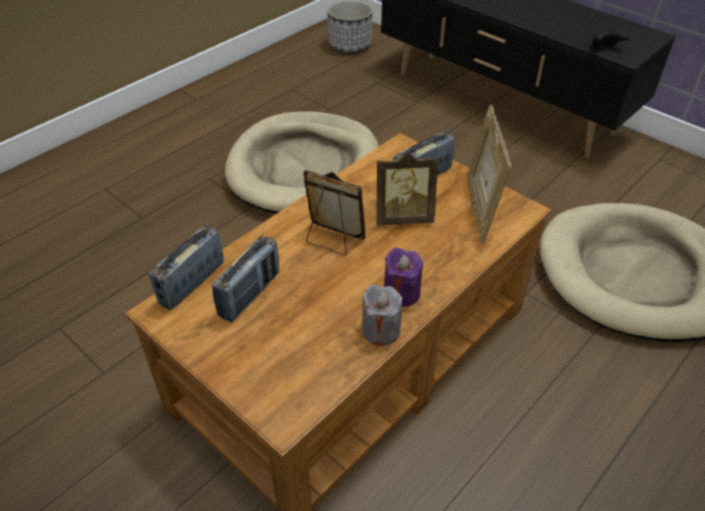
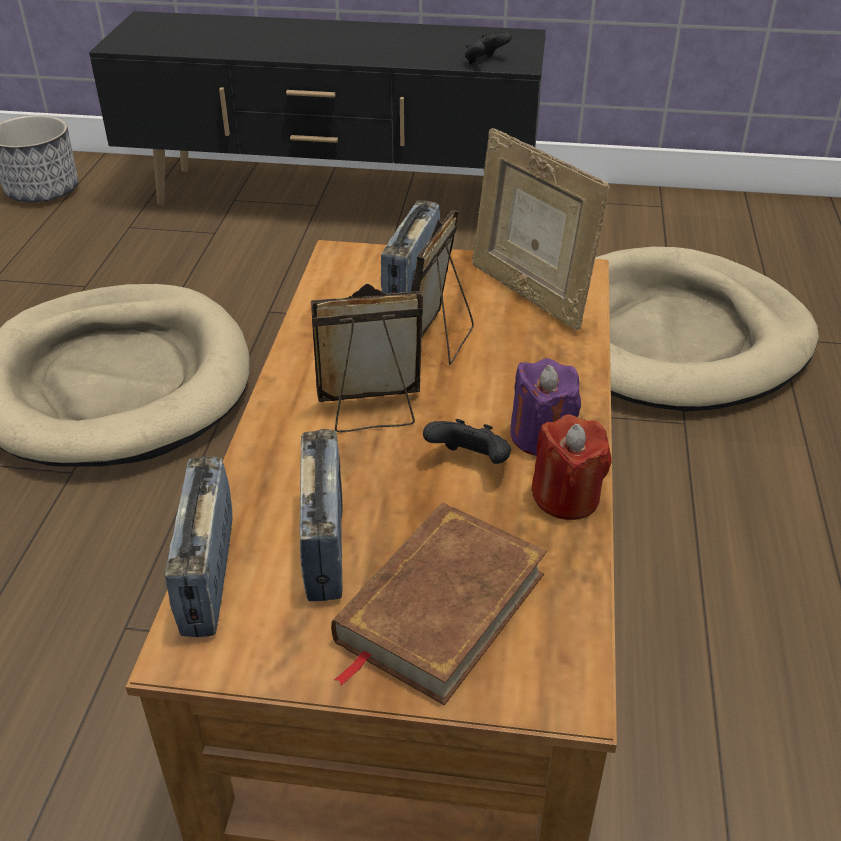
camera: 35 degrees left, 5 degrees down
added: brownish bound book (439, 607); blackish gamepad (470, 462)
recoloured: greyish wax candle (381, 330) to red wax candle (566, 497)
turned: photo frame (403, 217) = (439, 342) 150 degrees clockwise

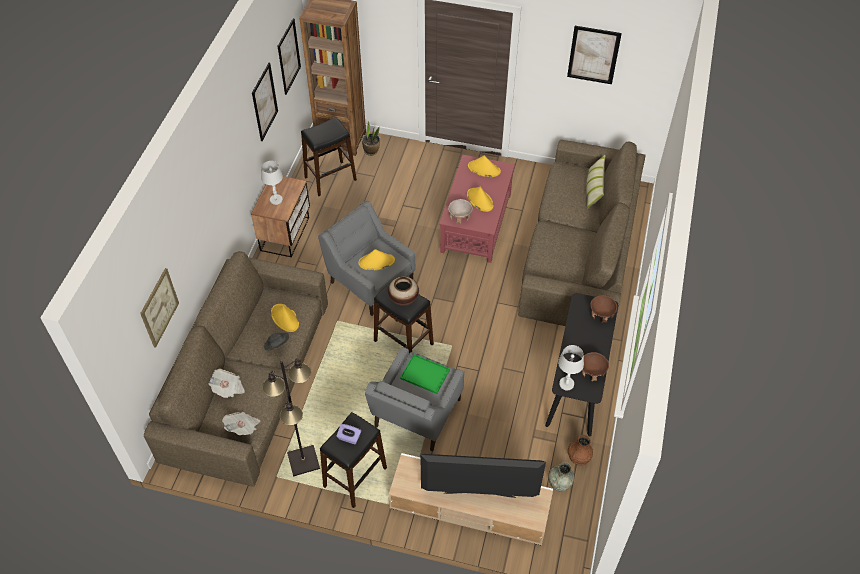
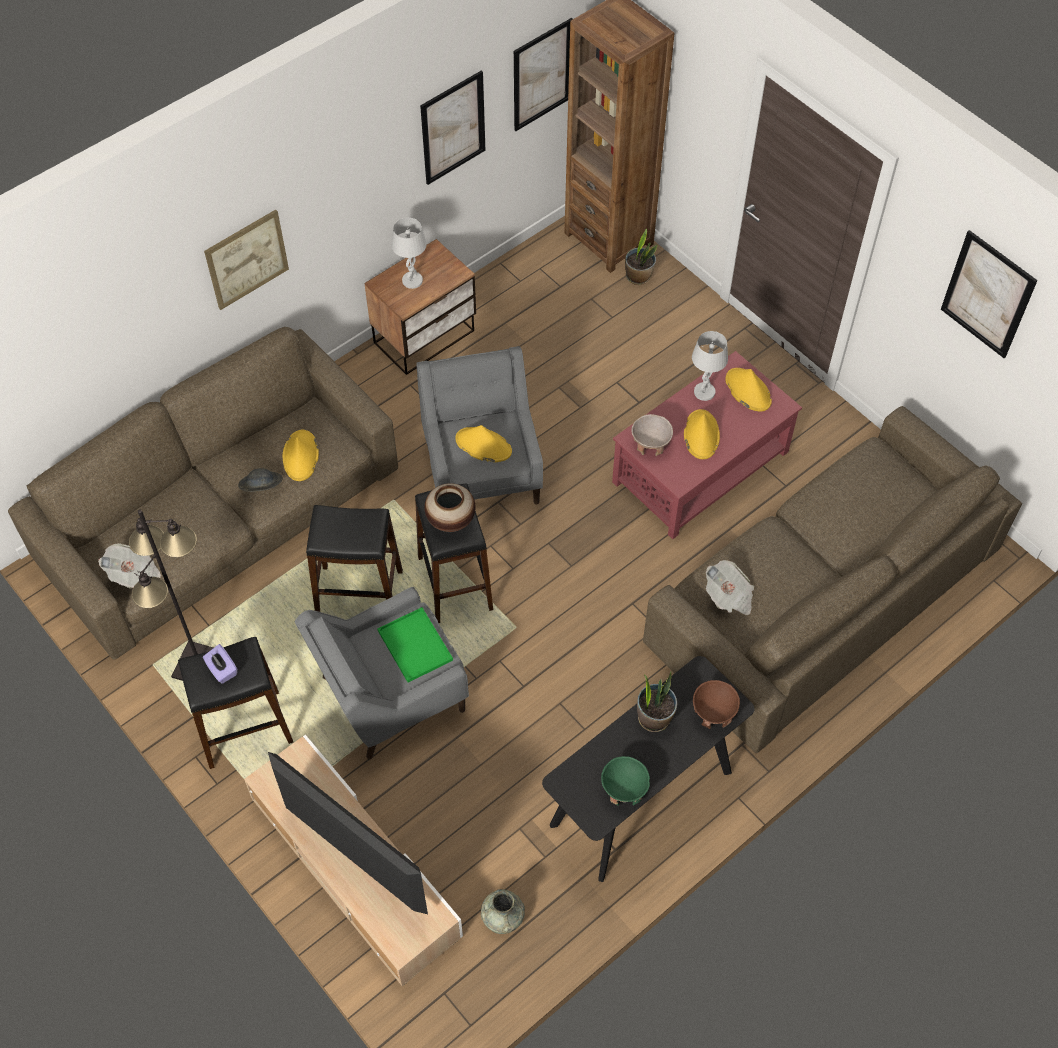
camera: 35 degrees right, 5 degrees up
removed: brownish decorative vase (579, 456); cushion (593, 189)
added: plant in a pot (654, 717)
moved: picture (159, 307) to (247, 259); newspaper (228, 388) to (729, 596); blackish sitting stool (330, 178) to (360, 593); white-coloured tabletop lamp (566, 384) to (704, 392)
recoloured: brownish deep dish (592, 372) to green deep dish (624, 789)

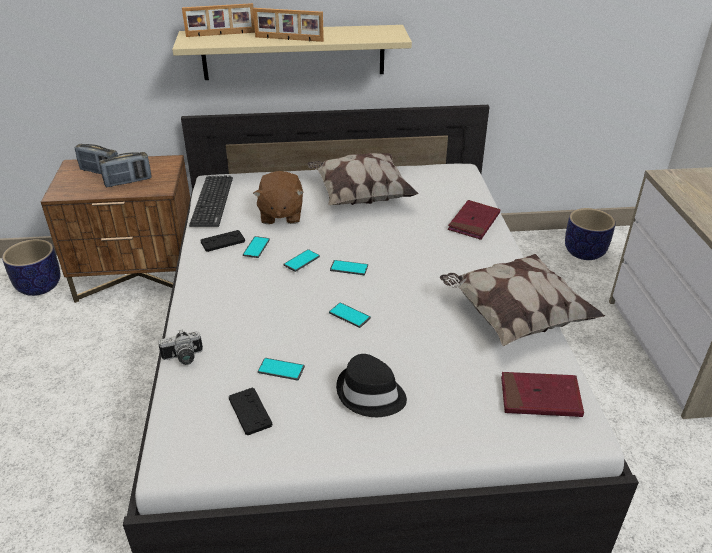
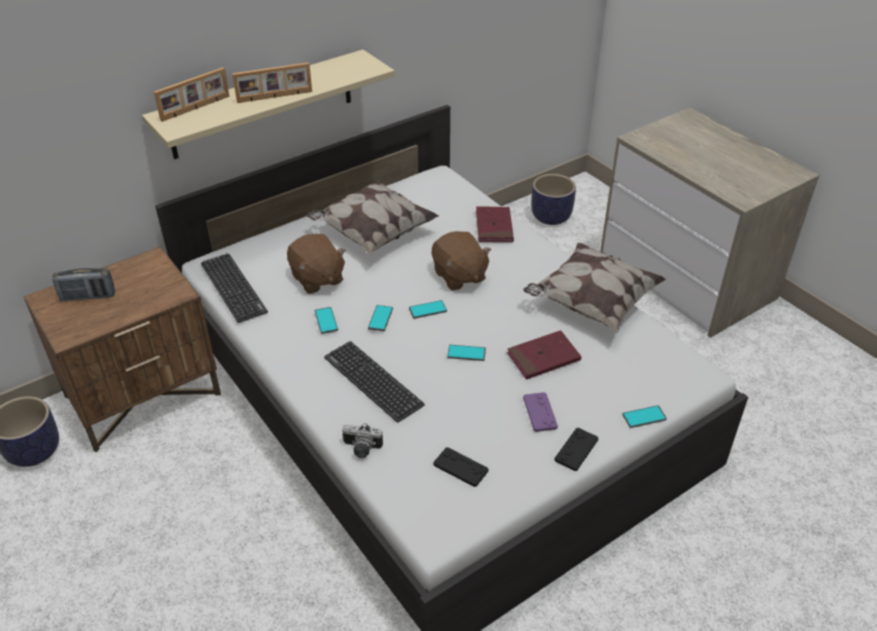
camera: 30 degrees left, 5 degrees up
removed: radio receiver (128, 182)
added: keyboard (373, 381); brownish soft toy (459, 276)
moved: blackish gamepad (223, 241) to (576, 450); phone (281, 369) to (644, 417); red bound book (540, 397) to (543, 357)
replaced: blackish hat (370, 395) to purple gamepad (540, 412)
turned: photo camera (183, 358) = (361, 449) 60 degrees clockwise

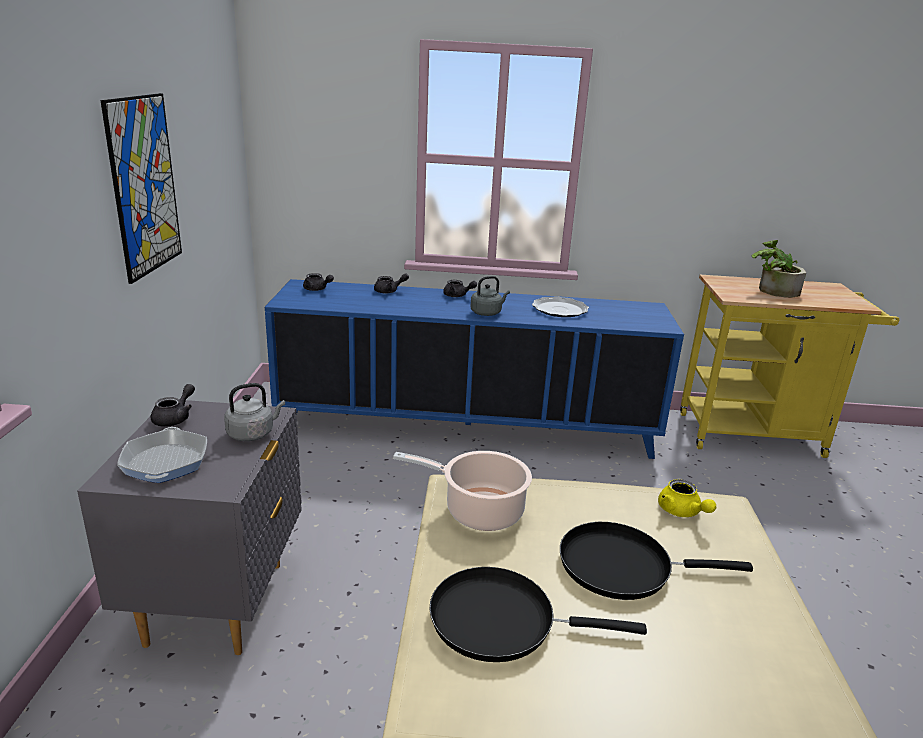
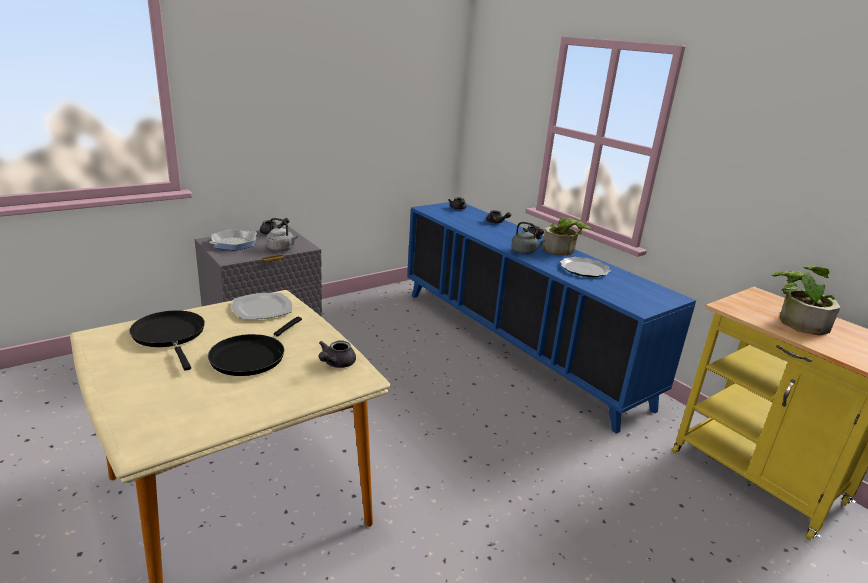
camera: 50 degrees right, 0 degrees up
removed: picture (144, 186)
added: plant in a pot (562, 251)
replaced: saucepot (478, 511) to dinner plate (262, 308)
recoloured: yellow tea pot (682, 512) to greyish tea pot (336, 364)
turned: blackish frying pan (623, 566) = (251, 356) 120 degrees counterclockwise

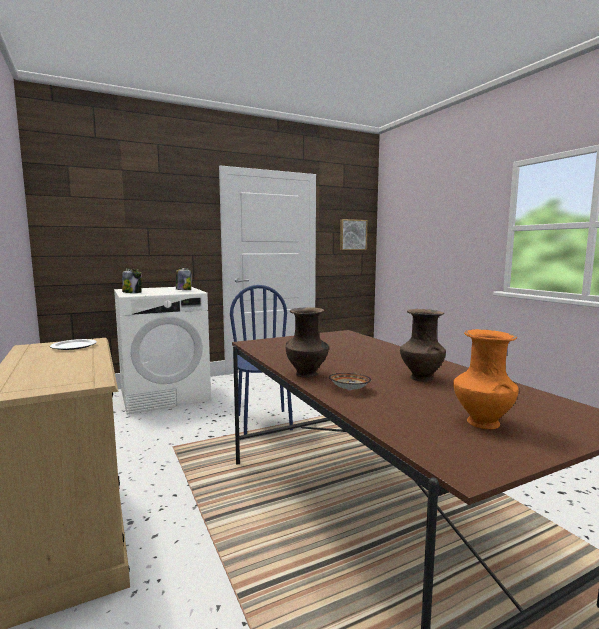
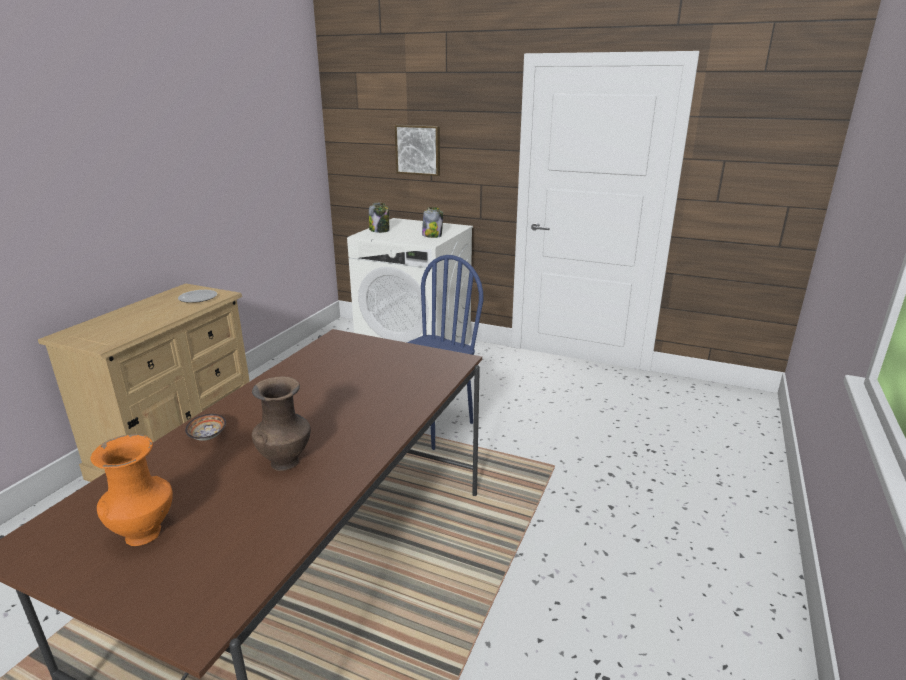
camera: 50 degrees right, 15 degrees up
removed: brownish decorative vase (307, 374)
moved: picture (352, 235) to (418, 150)

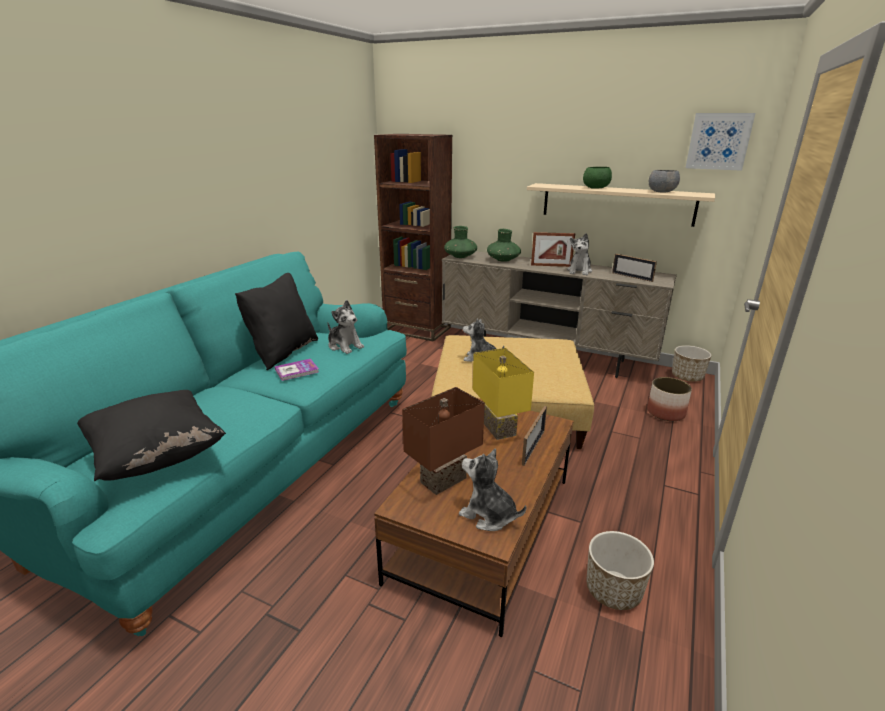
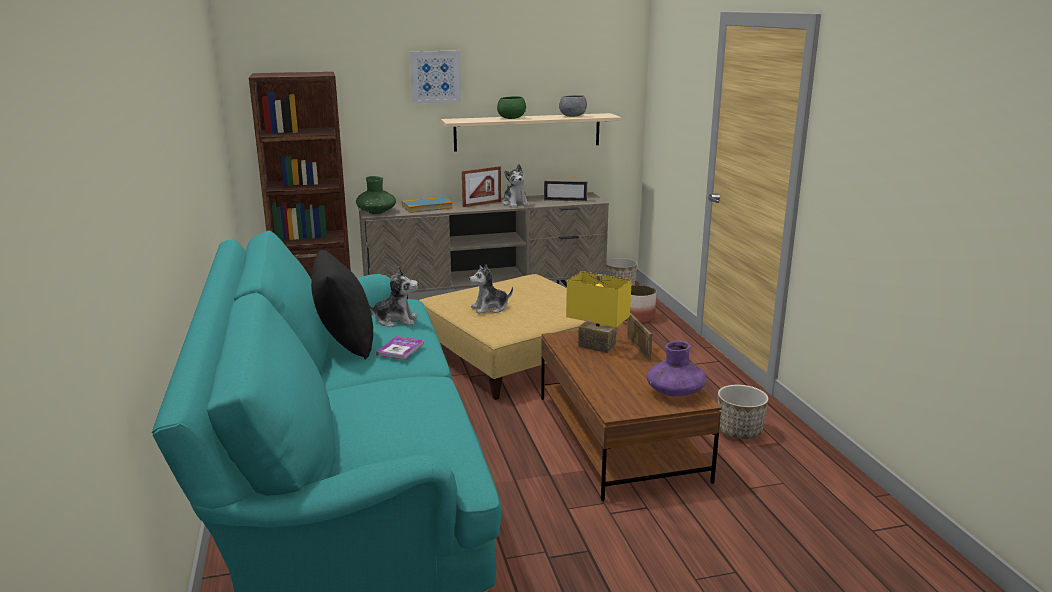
camera: 40 degrees left, 5 degrees down
removed: blackish cushion (157, 456); brownish tabletop lamp (444, 481)
moved: picture (718, 141) to (435, 76)
replaced: soft toy (488, 515) to purple decorative vase (675, 392); green decorative vase (503, 260) to bound book (427, 207)

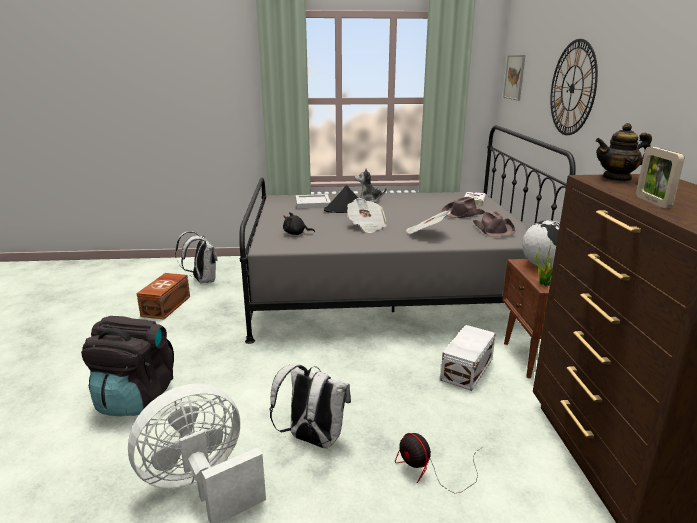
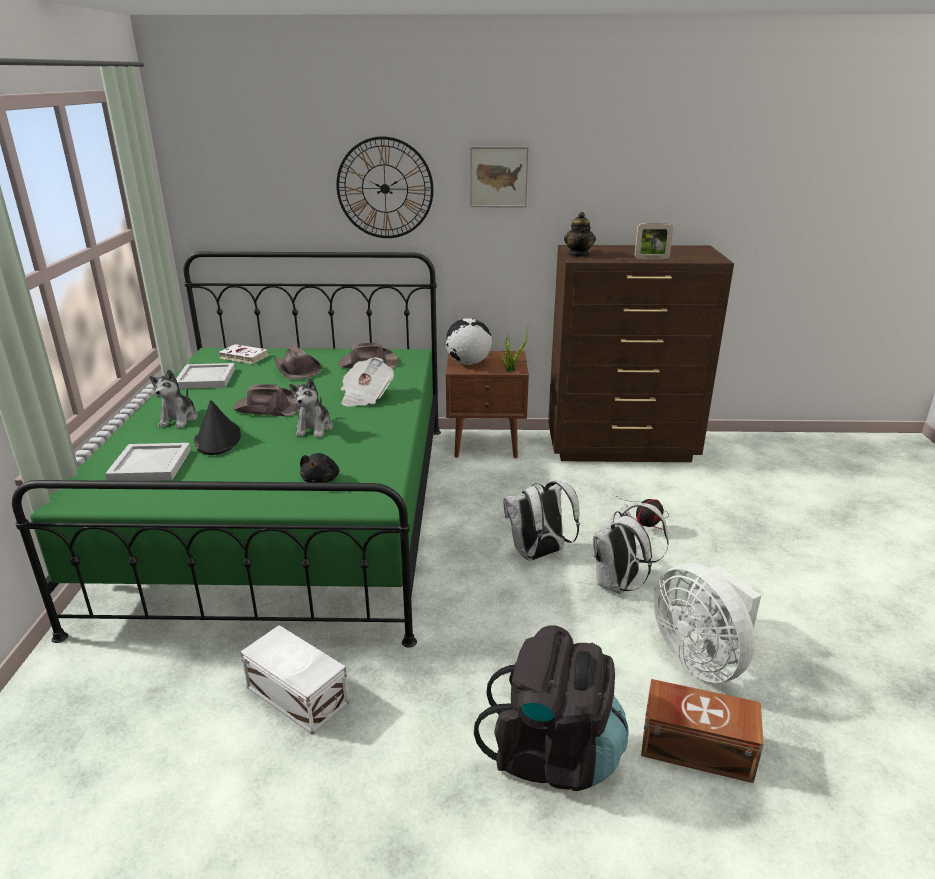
camera: 85 degrees left, 5 degrees up
added: white-coloured carrying tray (205, 378); brownish hat (267, 407)
moved: brownish storage container (167, 306) to (695, 746); white-coloured rucksack (202, 280) to (538, 554); white-coloured storage container (465, 369) to (297, 697); picture (514, 77) to (498, 177)
replaced: newspaper (366, 226) to soft toy (314, 428)
recoloured: greyish sleeping bed (385, 288) to green sleeping bed (289, 512)

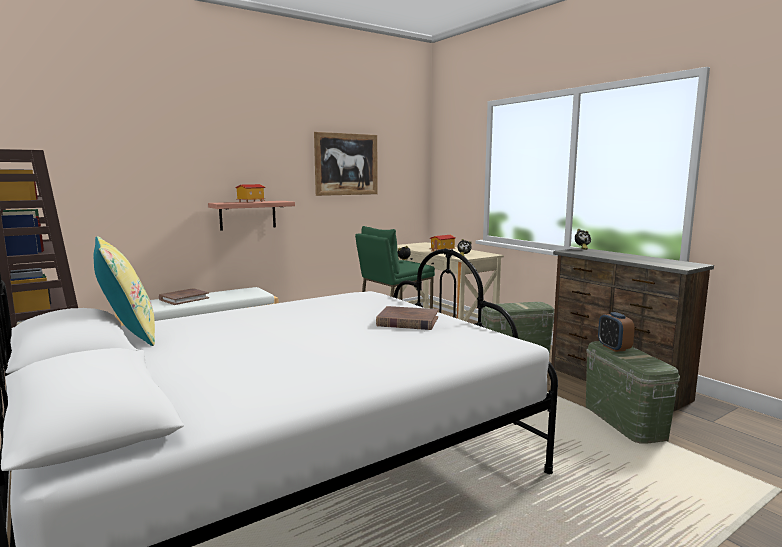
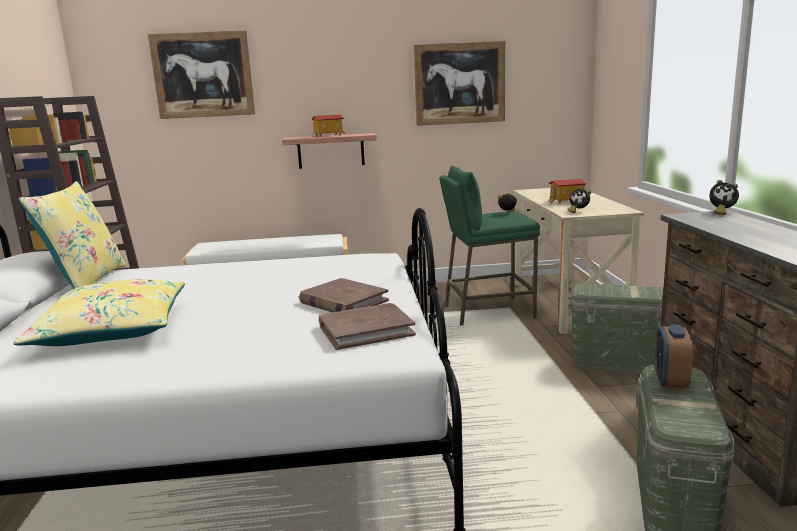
camera: 30 degrees right, 5 degrees up
added: yellow cushion (112, 329); picture (203, 75)
moved: brownish bound book (184, 299) to (366, 330)

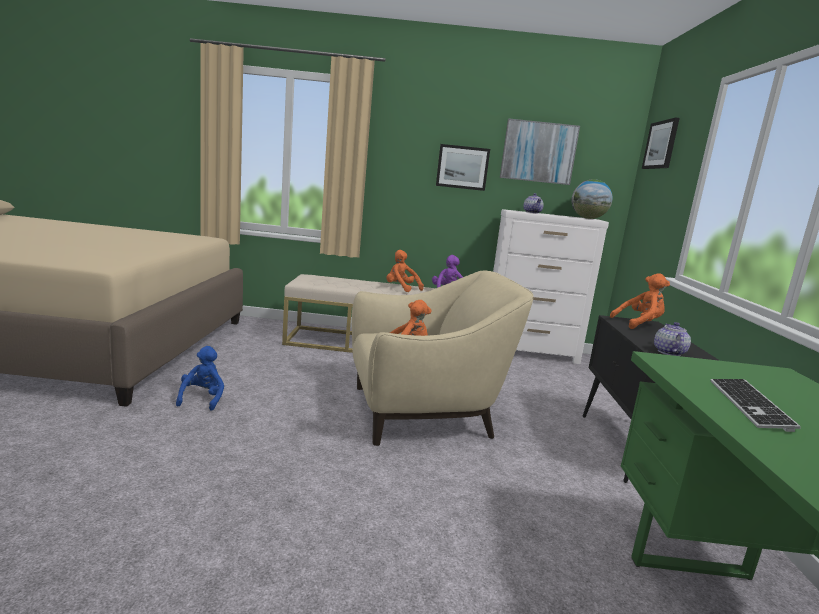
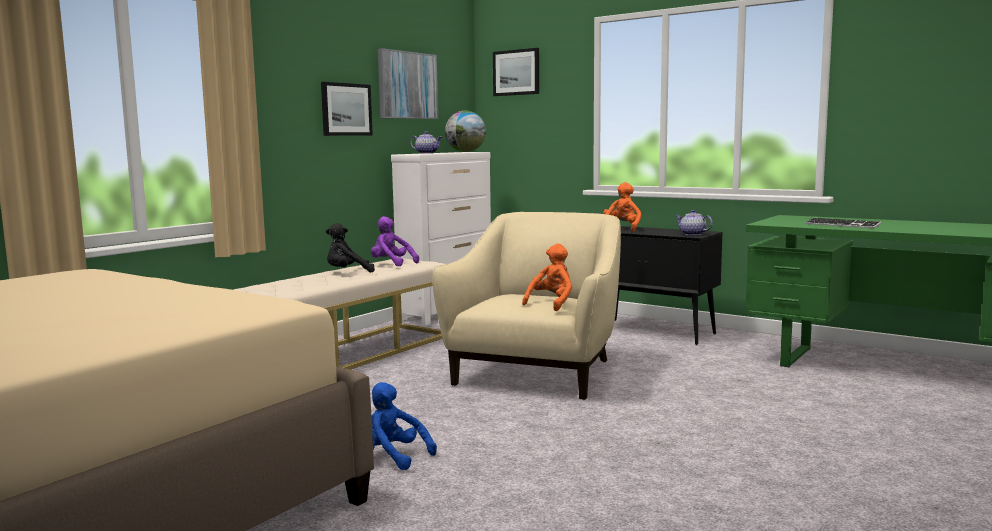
camera: 55 degrees left, 5 degrees down
recoloured: orange-coloured soft toy (401, 288) to blackish soft toy (348, 273)

